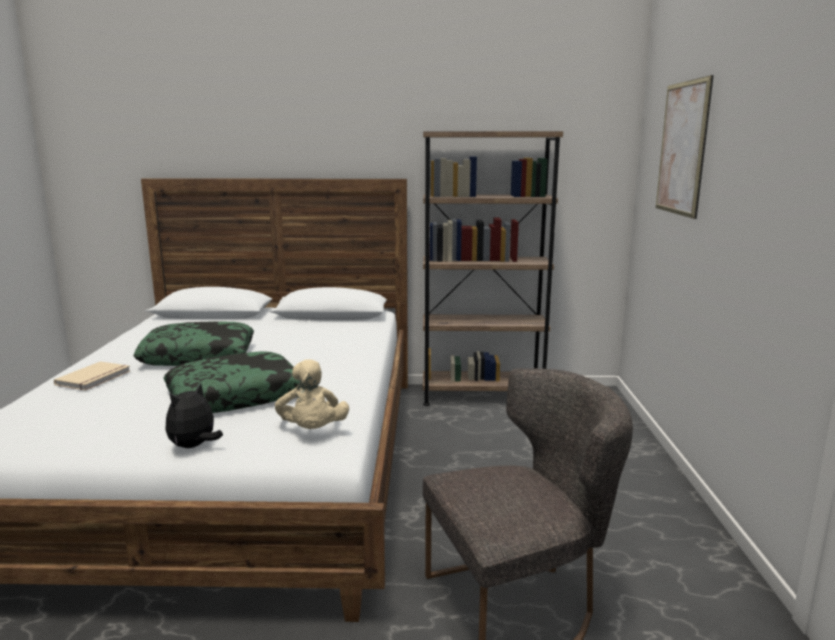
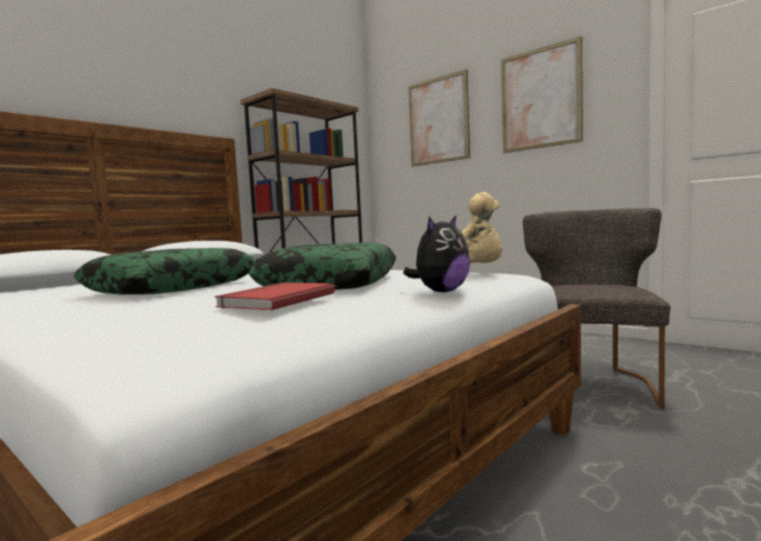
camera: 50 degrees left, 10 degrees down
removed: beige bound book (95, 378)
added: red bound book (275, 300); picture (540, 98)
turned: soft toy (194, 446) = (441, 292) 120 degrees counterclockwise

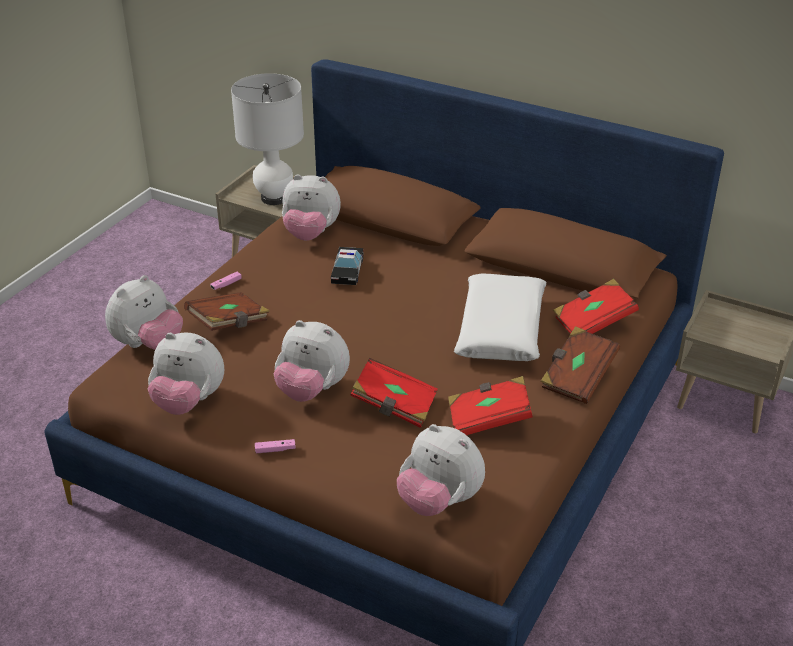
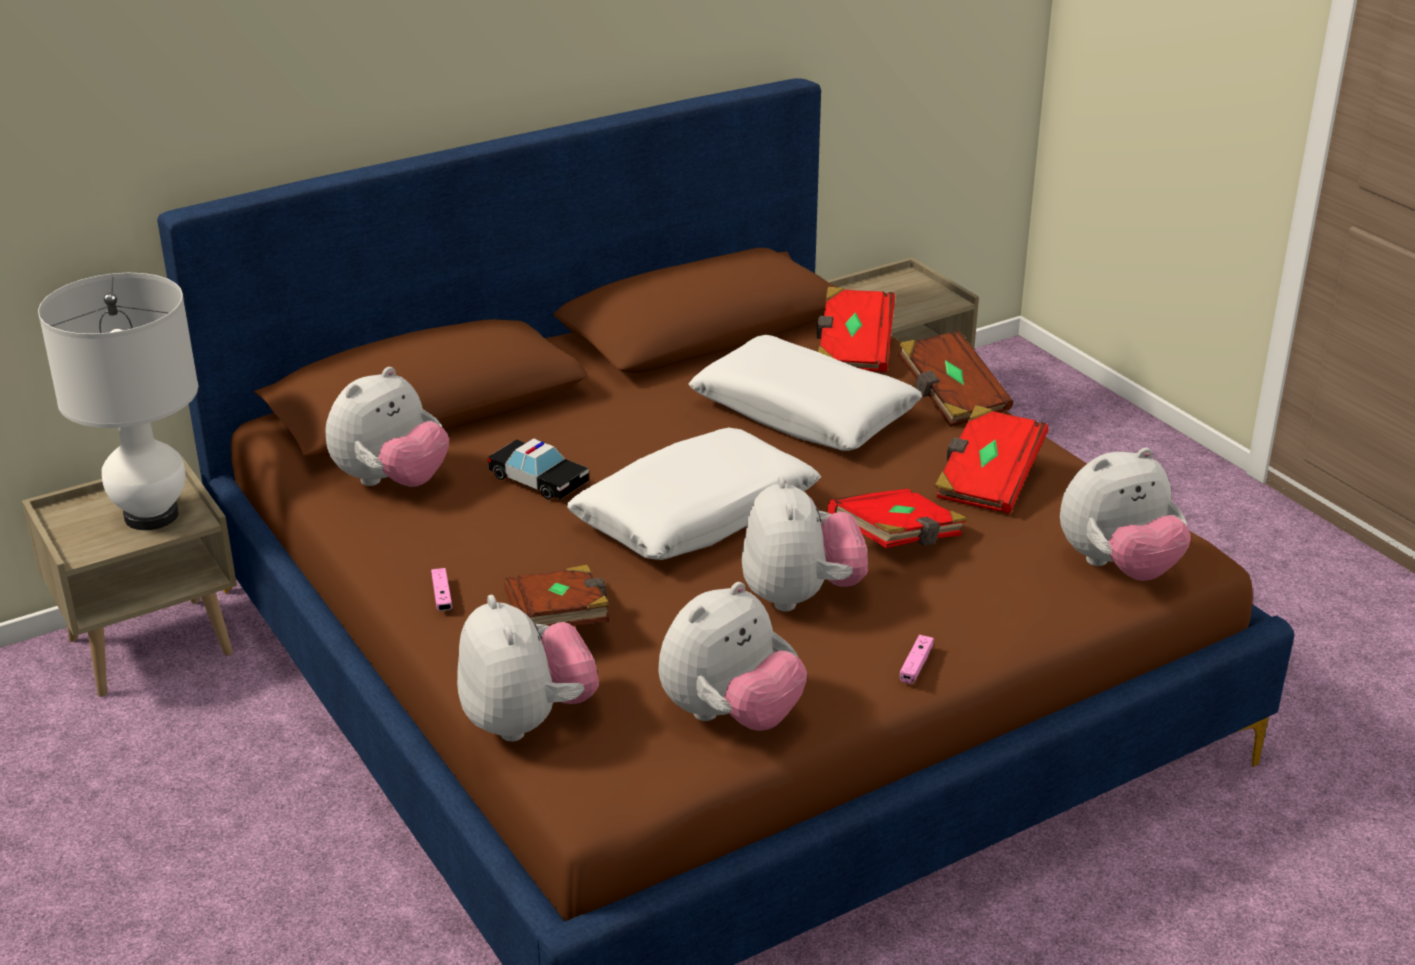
camera: 60 degrees left, 5 degrees down
added: white-coloured cushion (695, 515)
turned: soft toy (312, 390) = (800, 596) 60 degrees counterclockwise

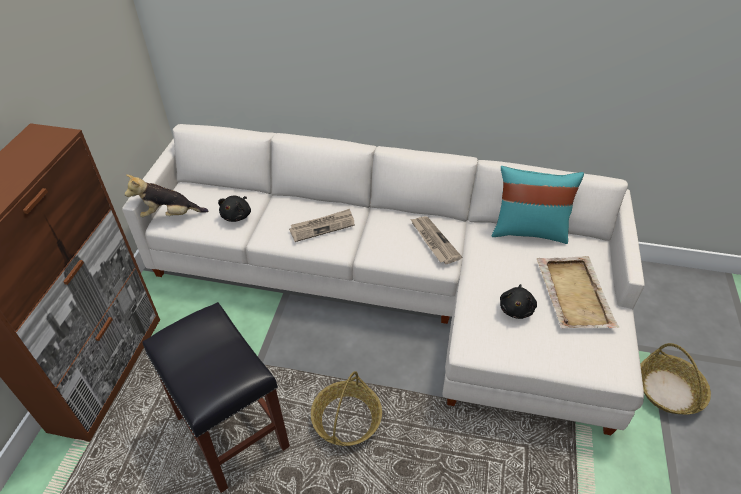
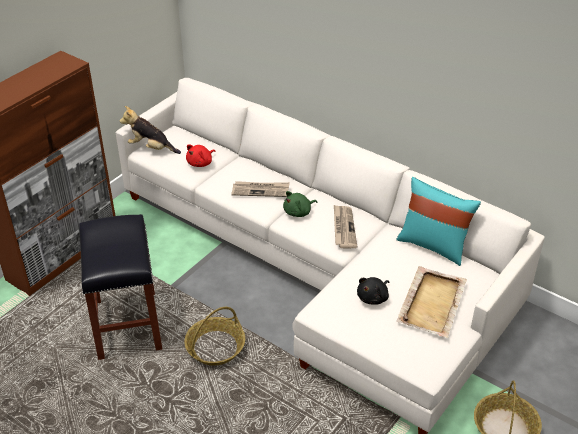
camera: 25 degrees right, 5 degrees down
added: green soft toy (298, 212)
recoloured: blackish soft toy (237, 215) to red soft toy (201, 163)

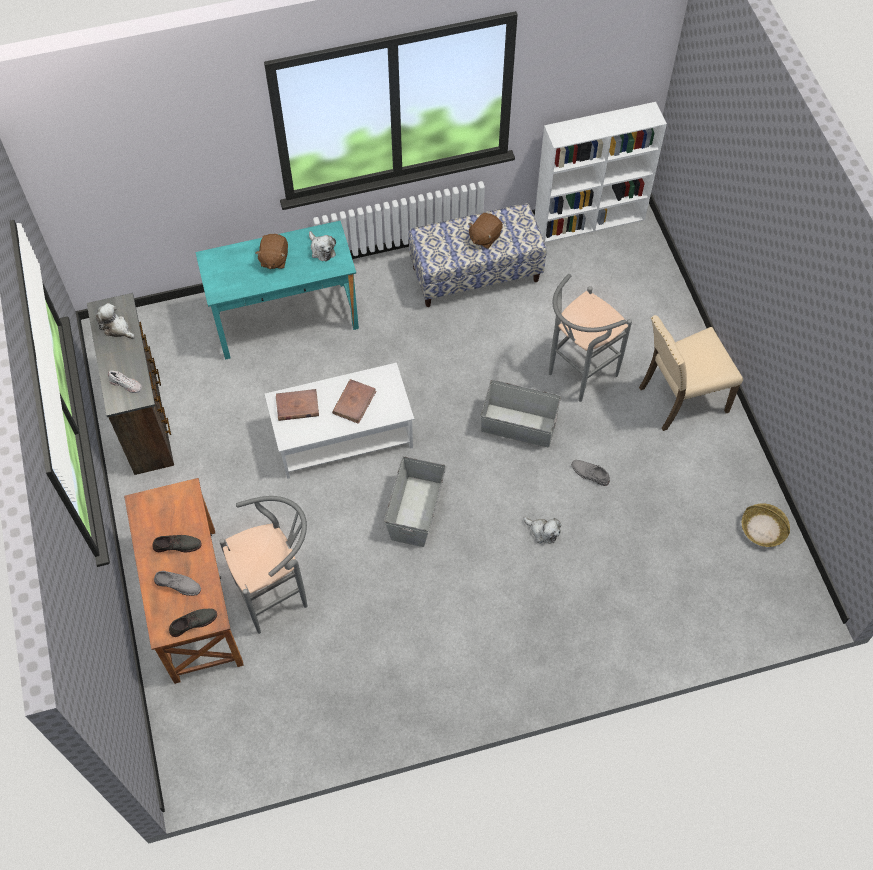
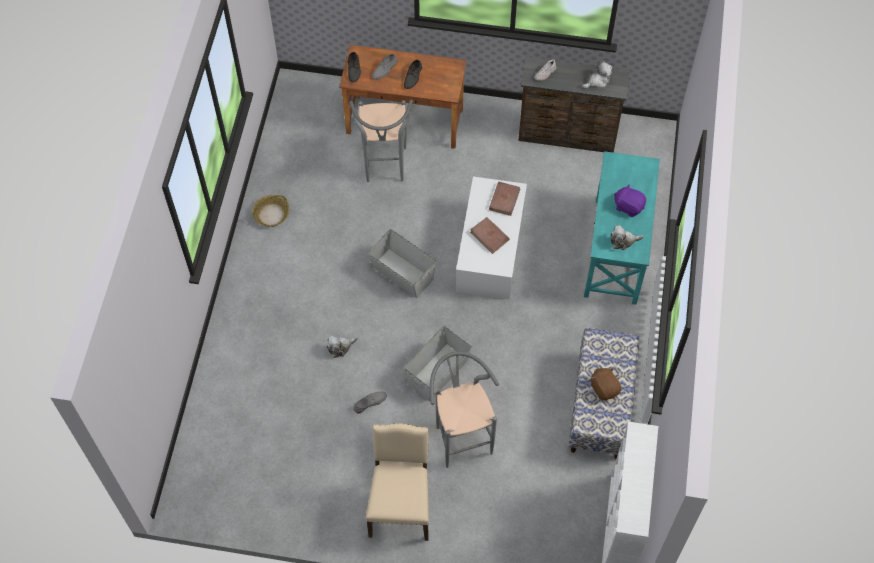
camera: 115 degrees right, 0 degrees up
moved: storage basket (763, 529) to (271, 214)
recoloured: brownish soft toy (274, 259) to purple soft toy (628, 206)

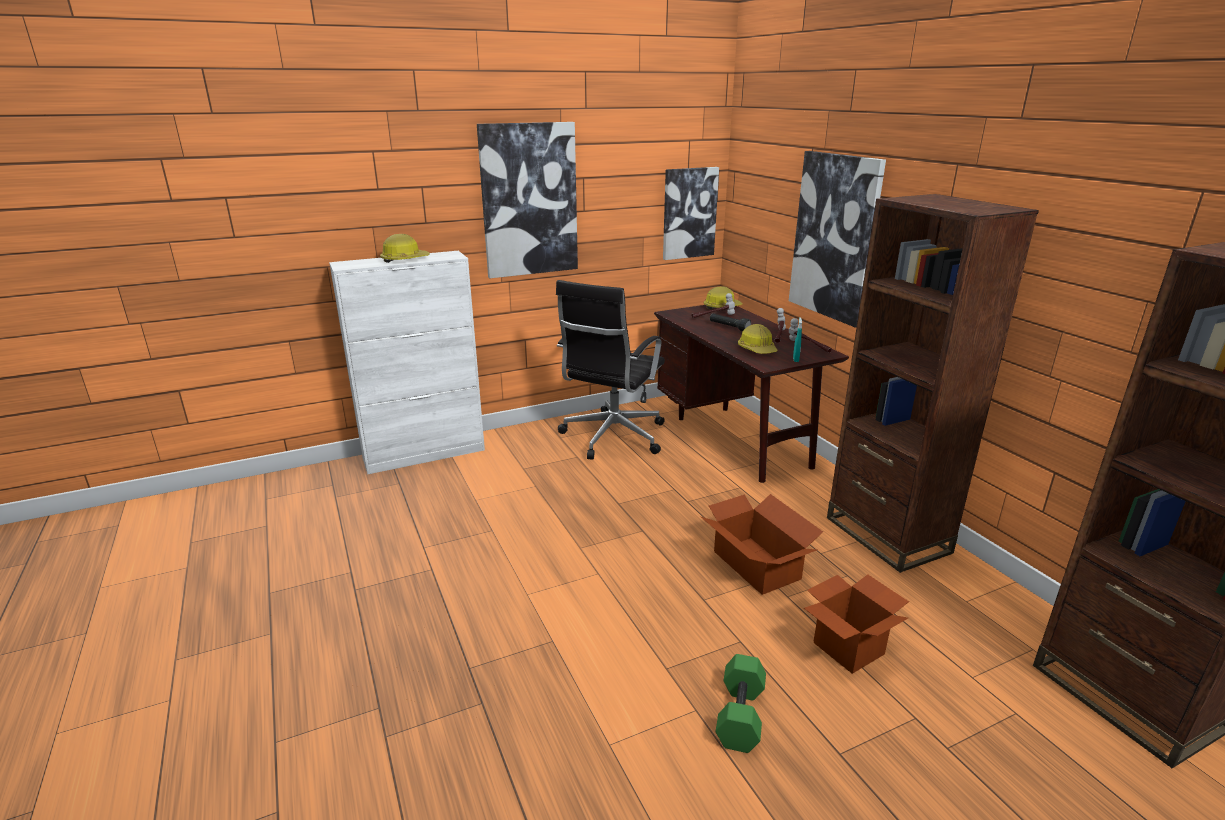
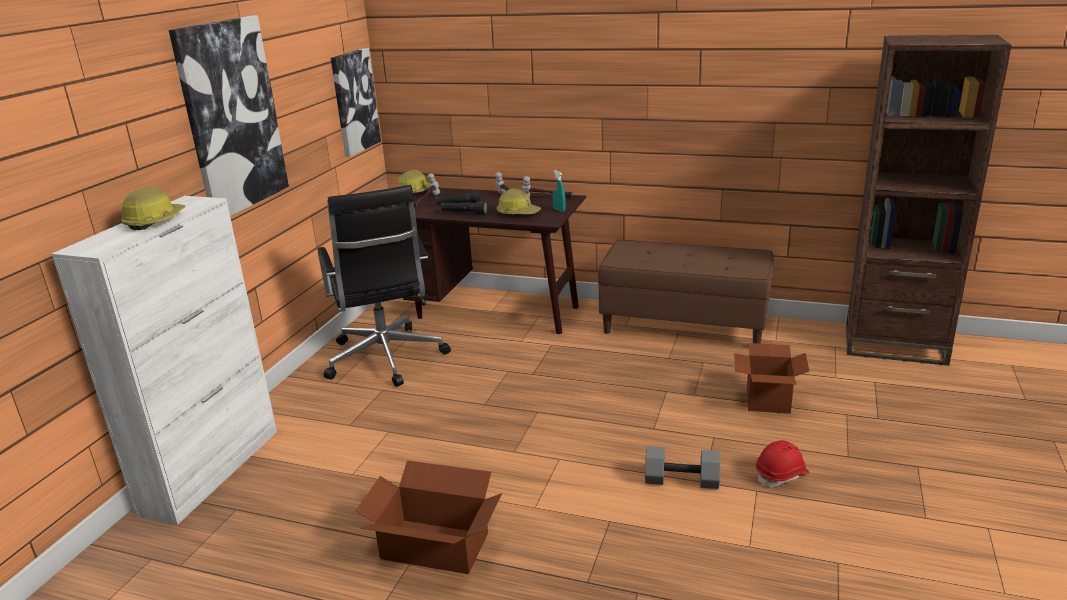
camera: 45 degrees left, 0 degrees up
removed: picture (835, 237)
added: blackish flashlight (464, 213); greyish hand weight (682, 480)
moved: cardboard box (756, 566) to (435, 547)
replaced: green hand weight (741, 716) to red safety helmet (781, 475); brownish bookshelf (887, 535) to brownish bench (684, 326)

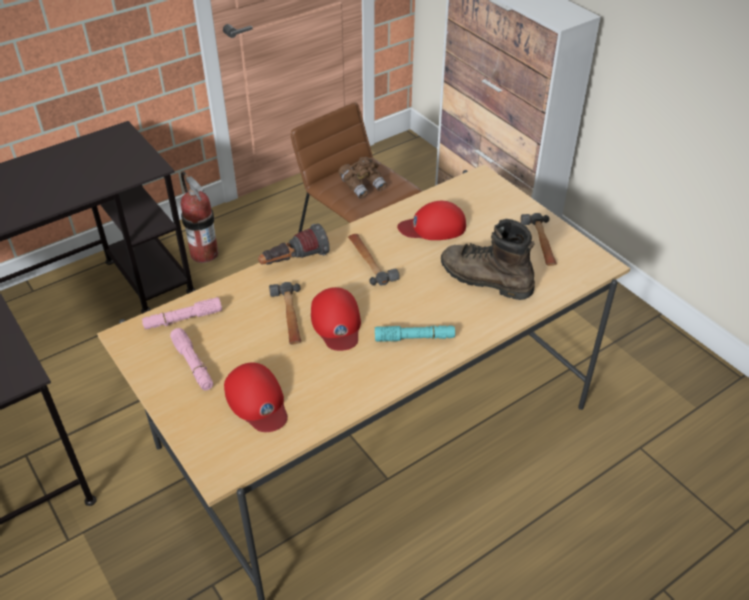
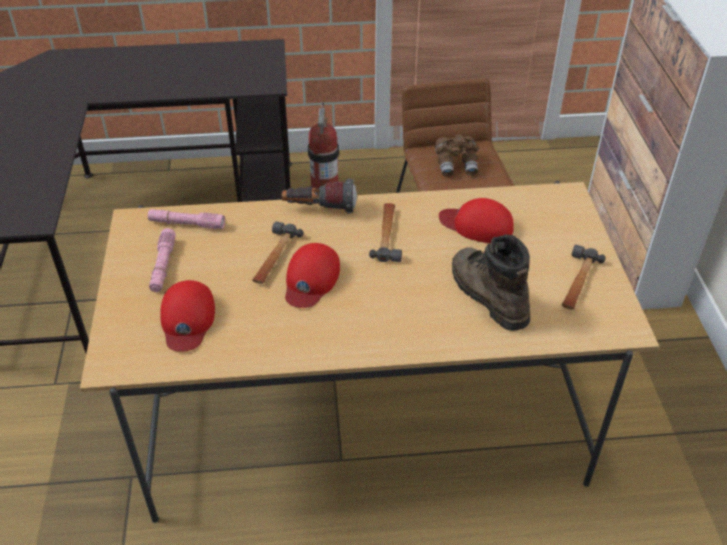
camera: 30 degrees right, 0 degrees up
removed: turquoise-coloured flashlight (414, 338)

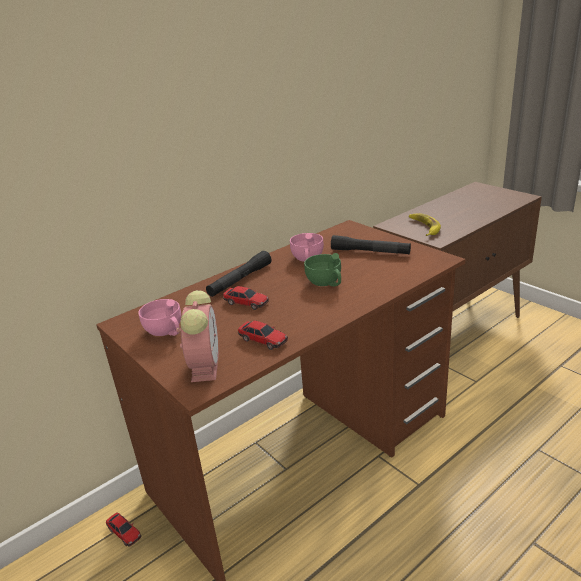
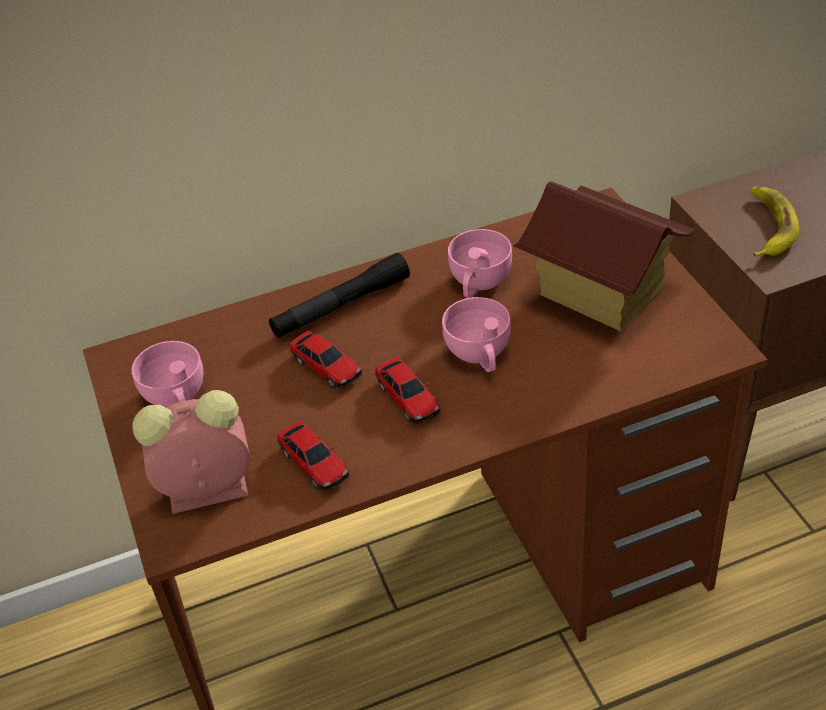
camera: 20 degrees right, 15 degrees up
moved: miniature car (124, 532) to (408, 397)
replaced: blackish flashlight (370, 252) to model house (600, 292)
recoloured: green cup (326, 283) to pink-coloured cup (480, 355)
turned: alarm clock (205, 365) = (204, 491) 120 degrees counterclockwise

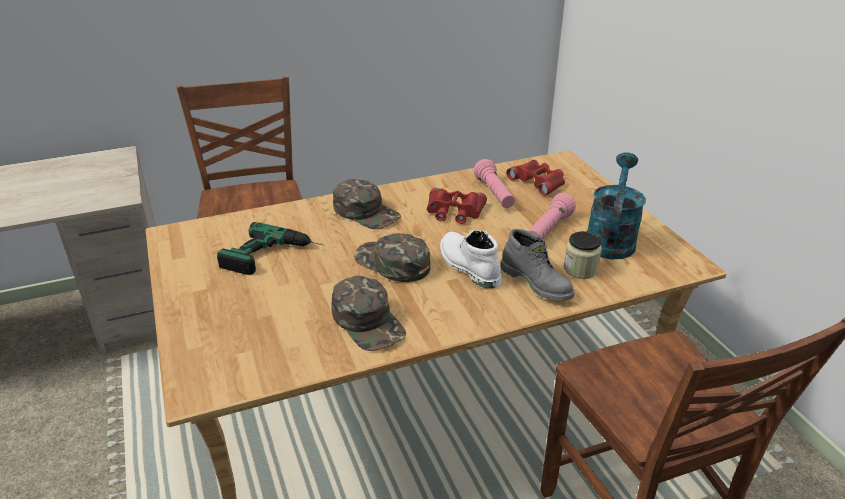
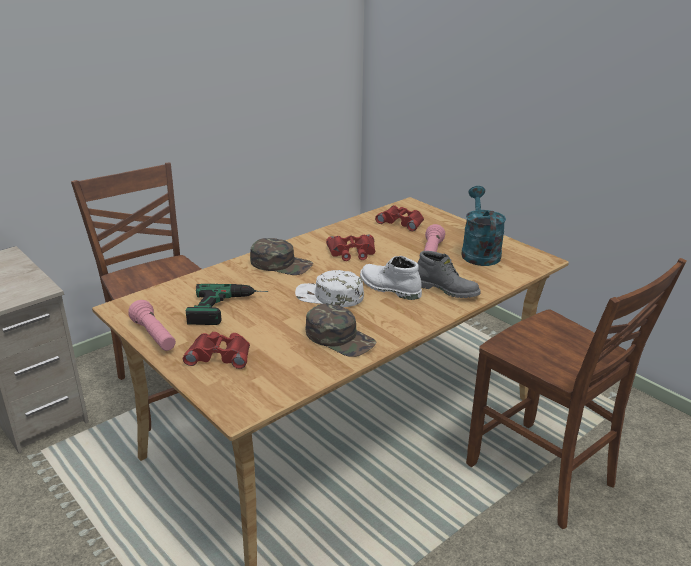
camera: 20 degrees left, 5 degrees down
removed: preserve jar (580, 269)
added: red pair of binoculars (220, 355)
moved: pink-coloured flashlight (494, 194) to (154, 336)
recoloured: green baseball cap (392, 263) to white-coloured baseball cap (329, 296)

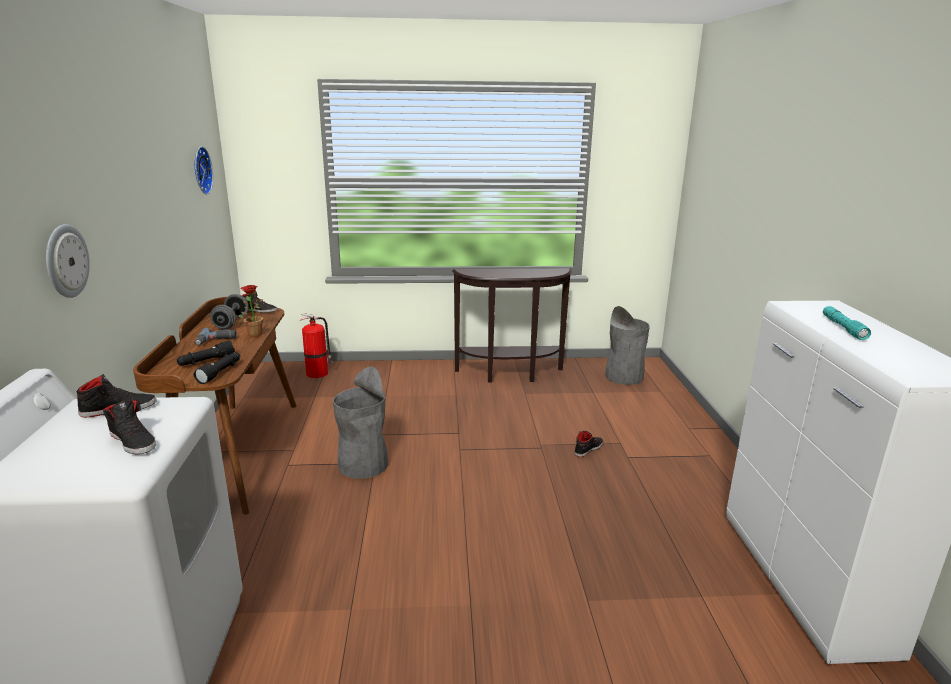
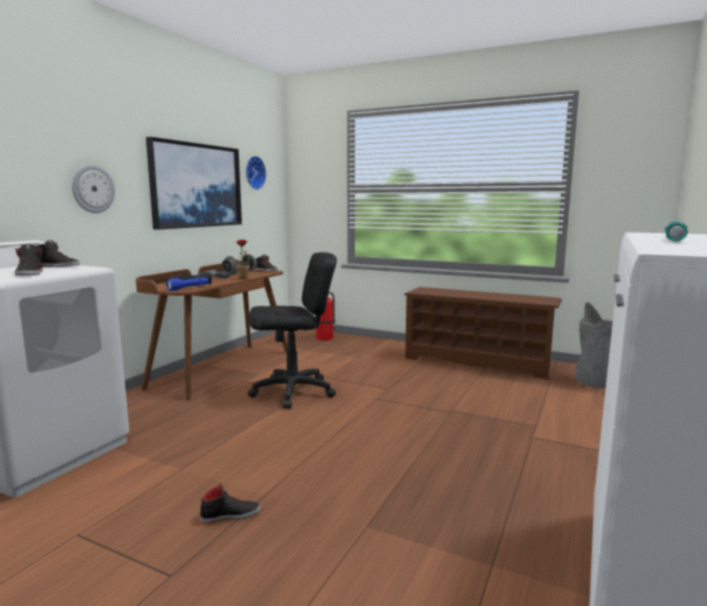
camera: 30 degrees right, 10 degrees down
added: picture (196, 185)
moved: blackish item of footwear (588, 449) to (230, 514)
replaced: greyish rubbish bin (363, 465) to blackish office chair (293, 392); brownish console table (510, 375) to brownish shoe stand (478, 362)
recoloured: blackish flashlight (220, 373) to blue-coloured flashlight (189, 288)

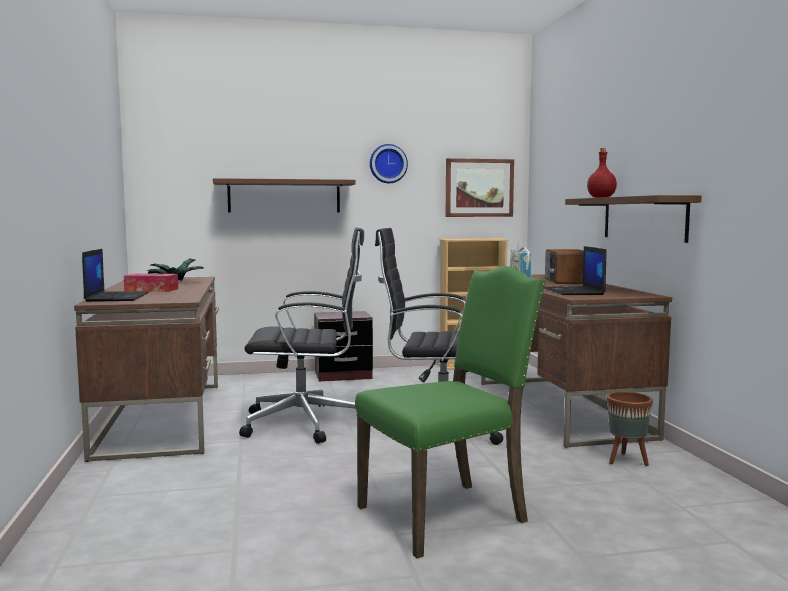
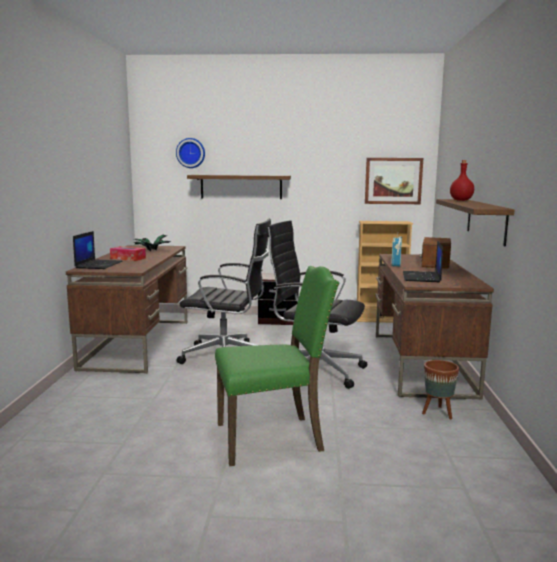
camera: 15 degrees right, 5 degrees up
moved: hanging clock (388, 164) to (191, 153)

